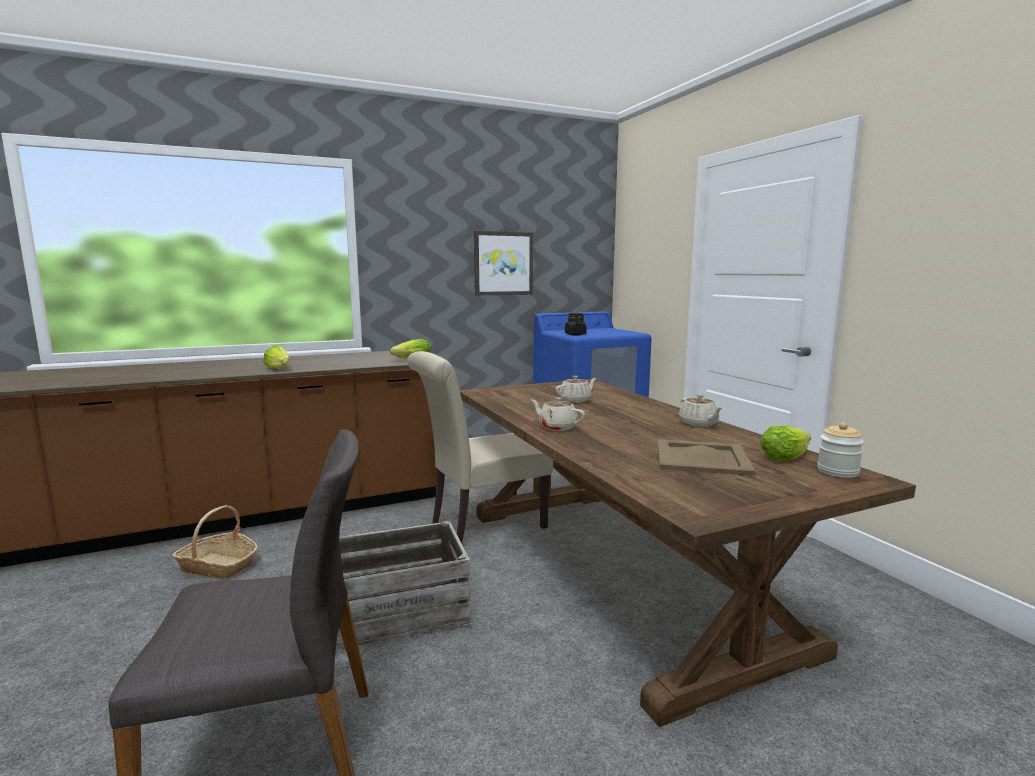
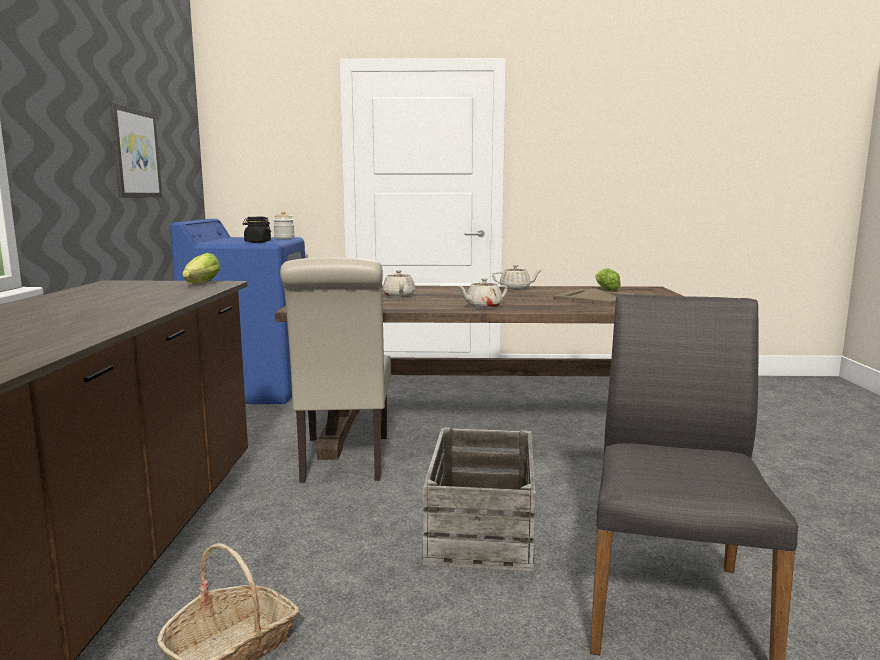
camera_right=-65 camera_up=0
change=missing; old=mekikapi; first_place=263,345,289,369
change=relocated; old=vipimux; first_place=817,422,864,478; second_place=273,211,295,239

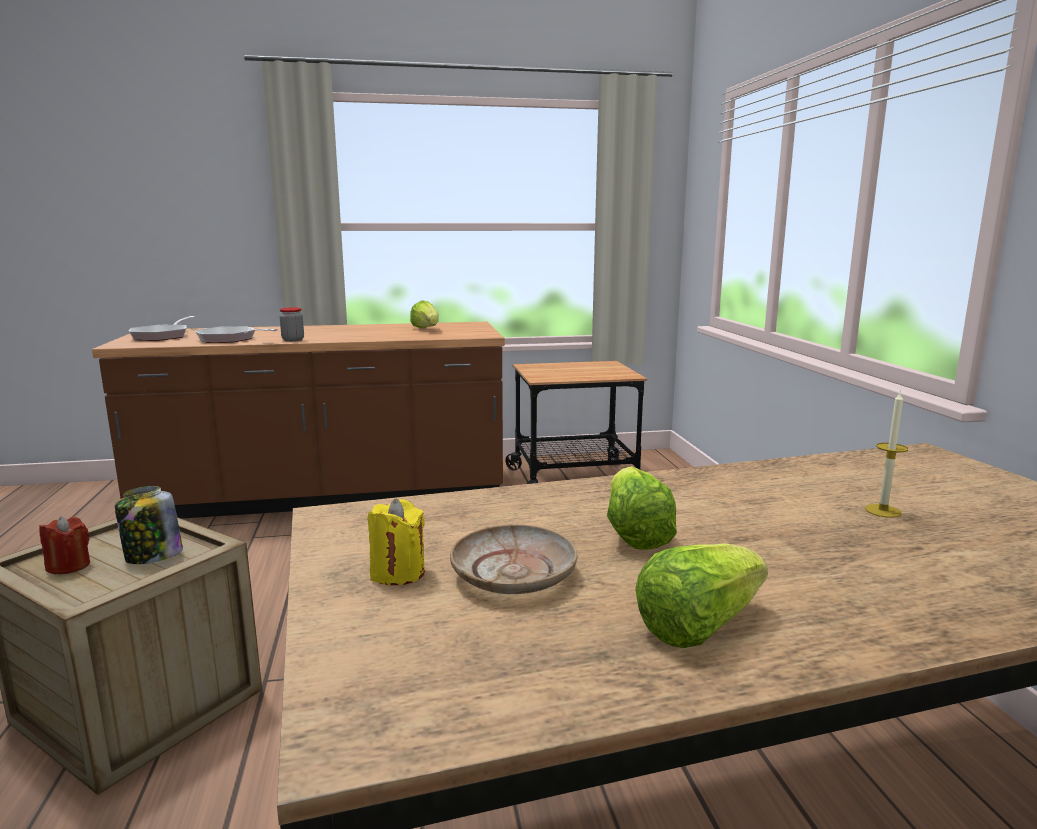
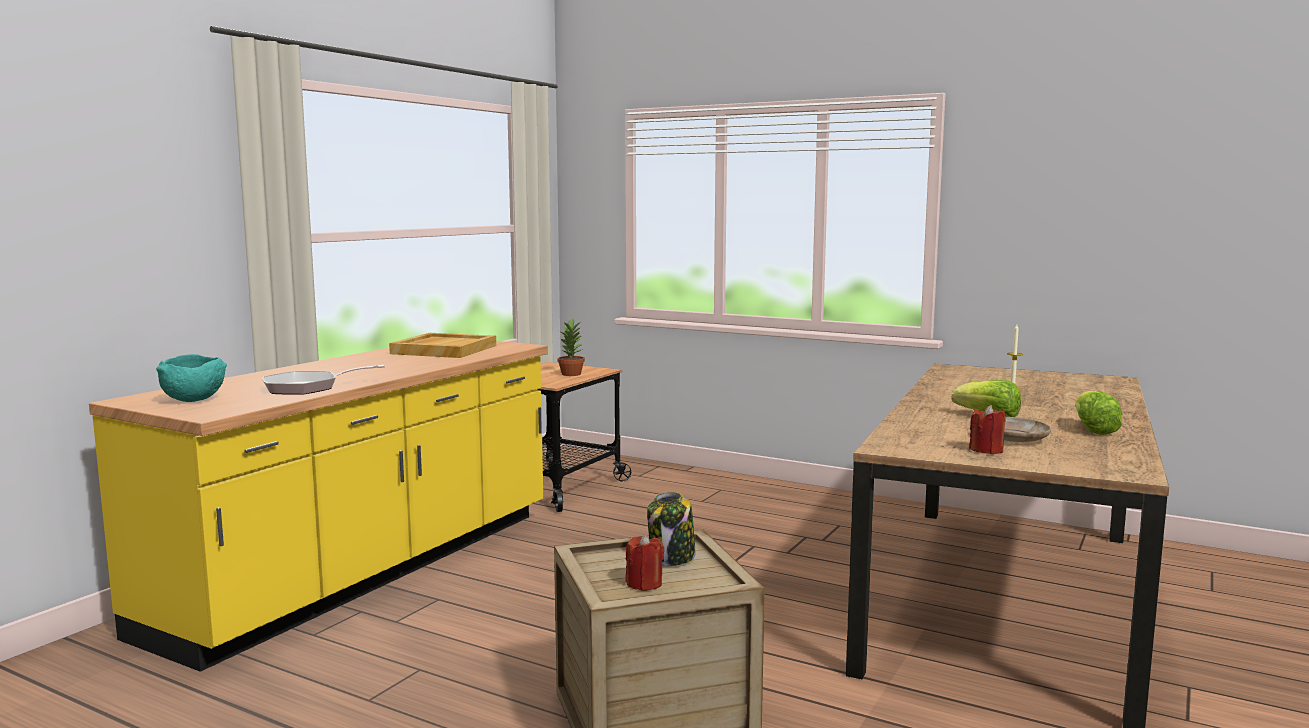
camera_right=-50 camera_up=-5
change=colour; old=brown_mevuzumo; new=yellow_mevuzumo; first_place=92,322,505,519; second_place=89,341,548,672
change=exchanged; old=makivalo; new=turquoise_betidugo; first_place=129,316,195,341; second_place=156,354,227,402
change=missing; old=vipimux; first_place=279,307,304,342
change=colour; old=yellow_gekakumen; new=red_gekakumen; first_place=367,498,425,586; second_place=969,405,1006,454
change=exchanged; old=mekikapi; new=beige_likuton; first_place=410,300,439,328; second_place=389,333,496,358
change=appeared; new=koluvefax; second_place=558,318,585,376

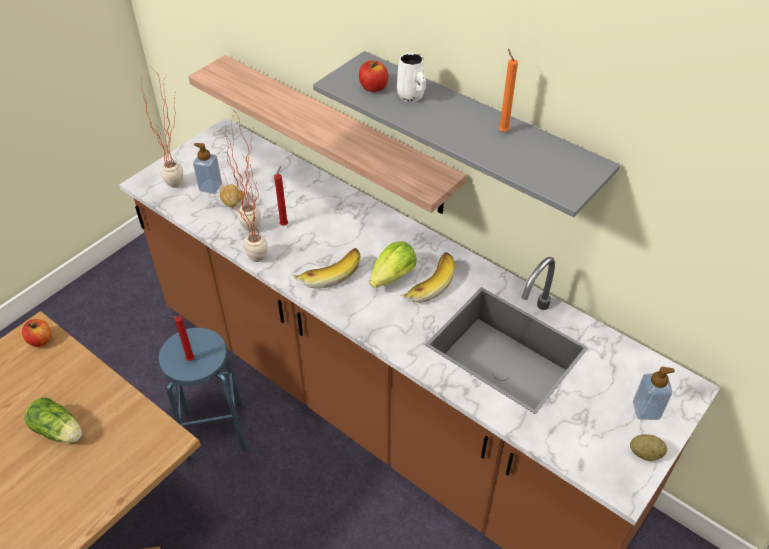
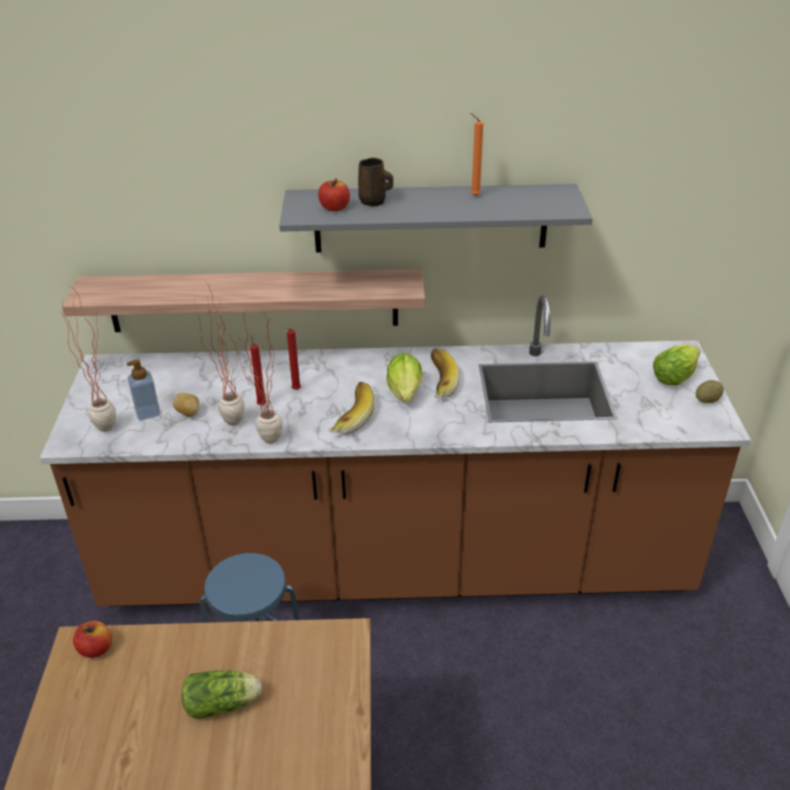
camera_right=-40 camera_up=-10
change=relocated; old=red_gekakumen; first_place=170,316,194,361; second_place=287,328,301,390
change=colour; old=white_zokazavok; new=brown_zokazavok; first_place=397,53,426,102; second_place=358,158,393,206
change=exchanged; old=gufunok; new=mekikapi; first_place=633,367,675,420; second_place=653,344,700,385

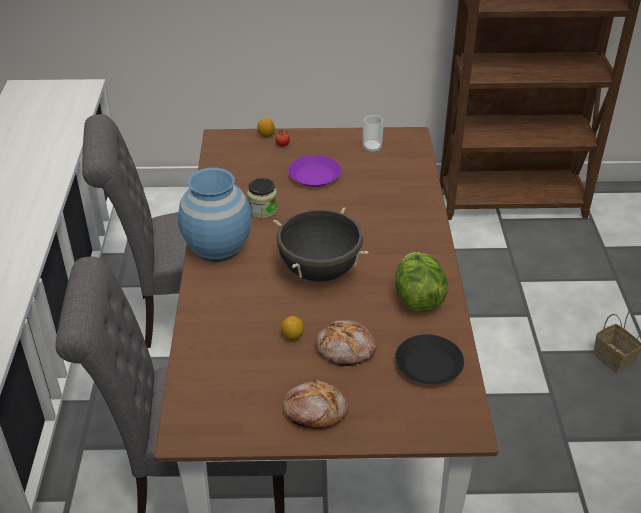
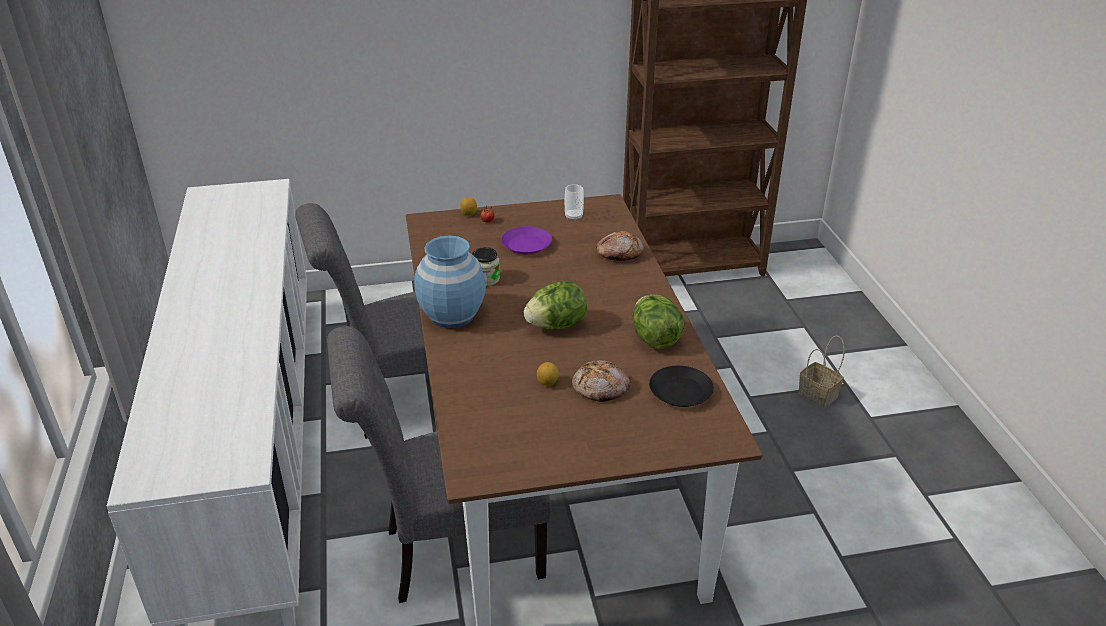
camera_right=-10 camera_up=-5
change=exchanged; old=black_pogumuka; new=mekikapi; first_place=273,207,369,282; second_place=524,281,587,329
change=relocated; old=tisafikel; first_place=282,380,348,429; second_place=596,231,644,261

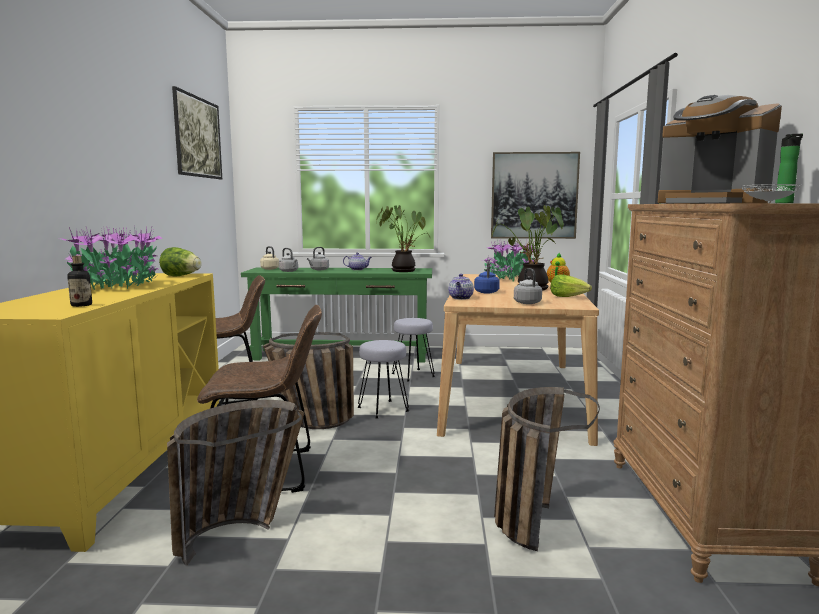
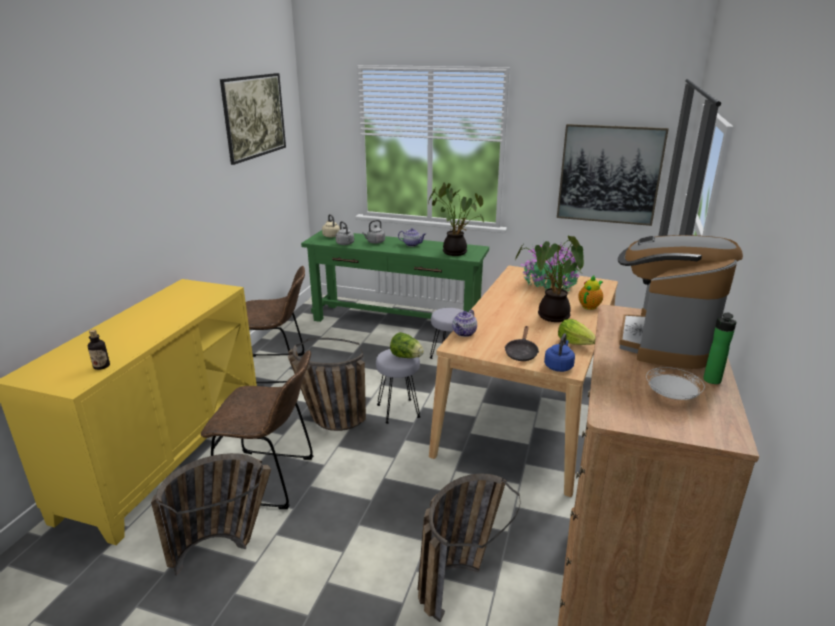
camera_right=15 camera_up=15
change=missing; old=koluvefax; first_place=59,225,162,290
change=relocated; old=mekikapi; first_place=159,247,202,277; second_place=390,332,424,358
change=relocated; old=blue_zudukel; first_place=474,261,500,293; second_place=544,333,575,372
change=exchanged; old=grey_zudukel; new=black_makivalo; first_place=514,268,542,304; second_place=505,326,539,361
change=spun; old=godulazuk; first_place=658,95,782,204; second_place=618,235,743,369; degrees=45

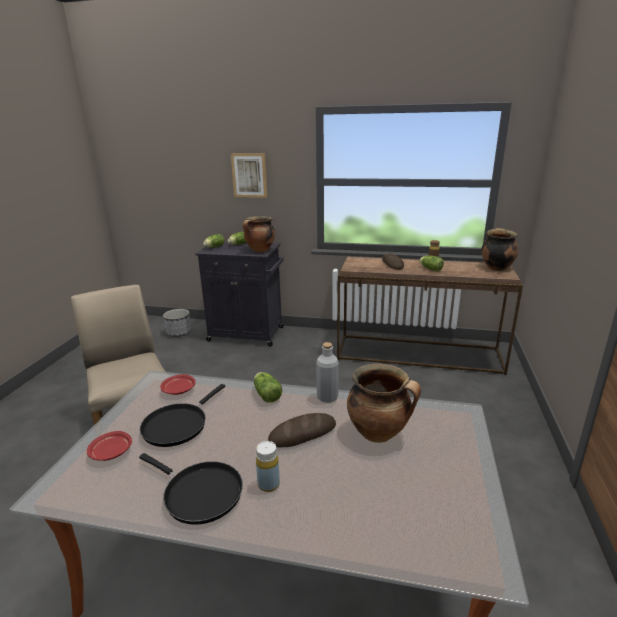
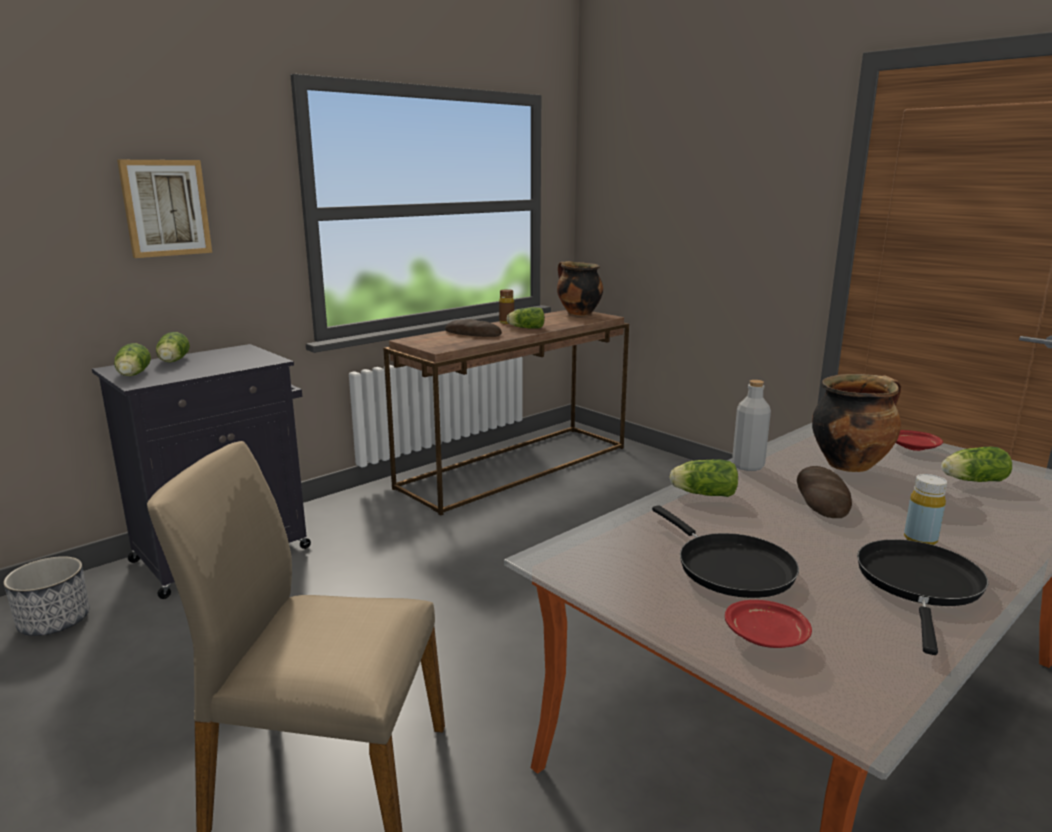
camera_right=-55 camera_up=-5
change=spun; old=black_makivalo; first_place=139,453,243,525; second_place=857,539,988,655; degrees=-45
change=relocated; old=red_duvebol; first_place=160,374,196,395; second_place=896,430,943,451
change=missing; old=pogumuka; first_place=243,216,275,252
change=appeared; new=mekikapi; second_place=941,447,1012,482

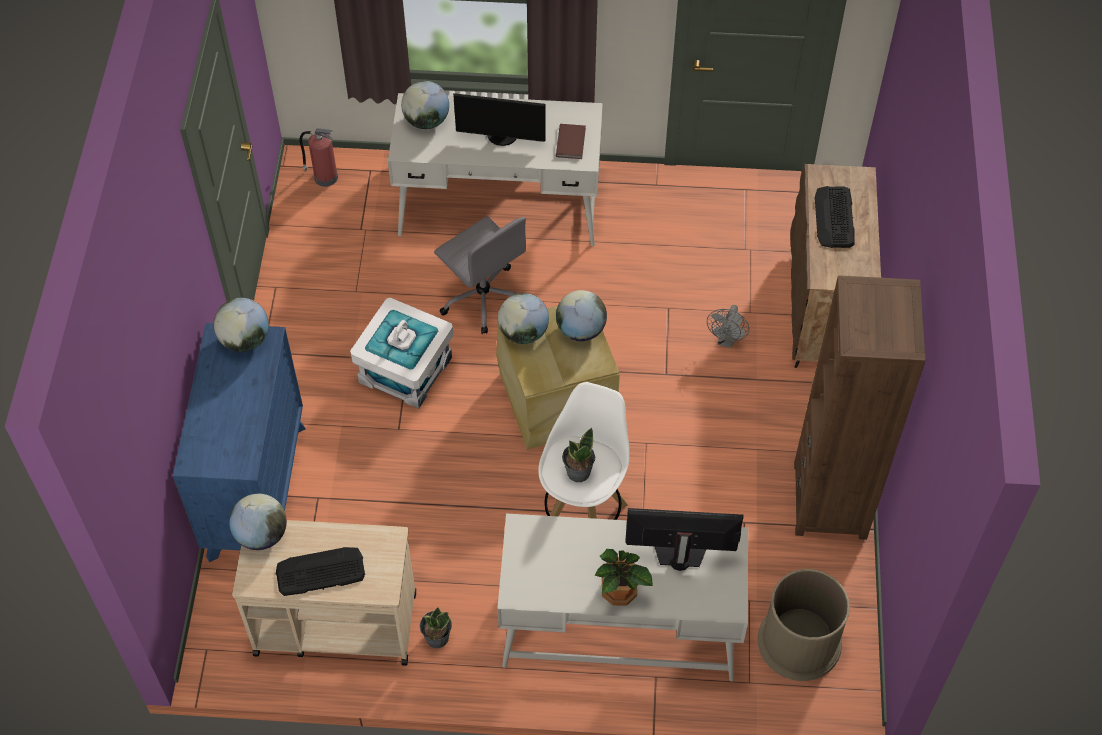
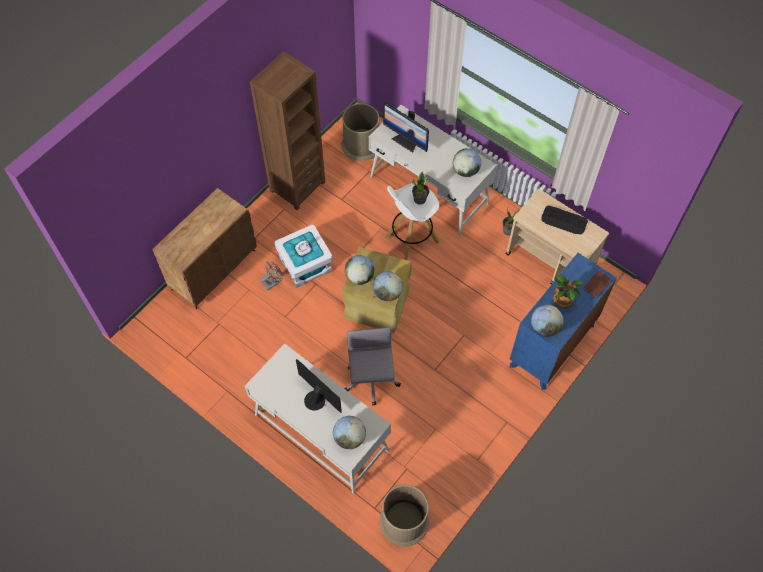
camera_right=-145 camera_up=5
change=relocated; old=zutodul; first_place=229,494,287,550; second_place=453,148,481,177
change=exchanged; old=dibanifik; new=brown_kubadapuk; first_place=300,128,338,187; second_place=380,485,429,547
change=relocated; old=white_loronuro; first_place=350,298,454,409; second_place=275,225,333,288
change=relocated; old=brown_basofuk; first_place=556,124,586,159; second_place=583,270,612,298
change=relocated; old=koluvefax; first_place=594,549,653,605; second_place=553,275,583,308
change=missing; old=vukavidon; first_place=814,186,855,248

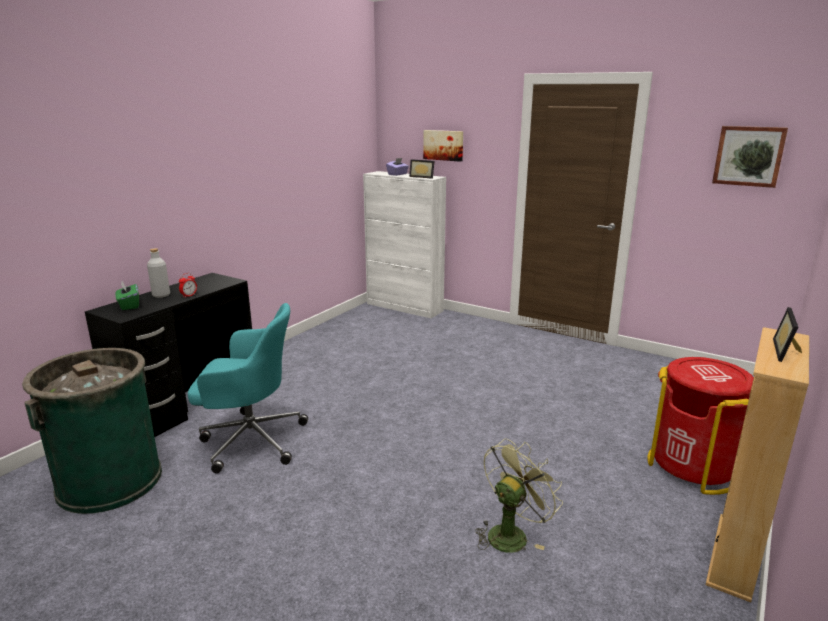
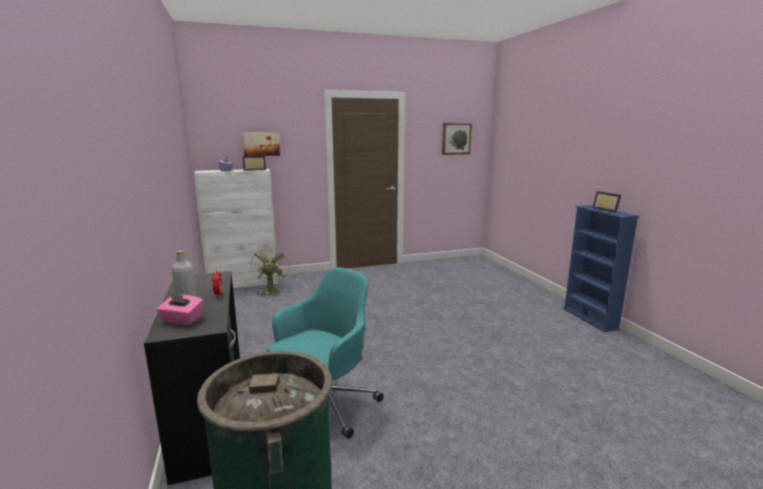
camera_right=-50 camera_up=-5
change=colour; old=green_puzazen; new=pink_puzazen; first_place=115,281,139,310; second_place=157,293,204,325
change=relocated; old=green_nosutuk; first_place=475,438,563,553; second_place=251,247,290,298
change=missing; old=red_kubadapuk; first_place=647,357,754,495
change=colour; old=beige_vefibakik; new=blue_vefibakik; first_place=706,327,809,602; second_place=563,205,639,332

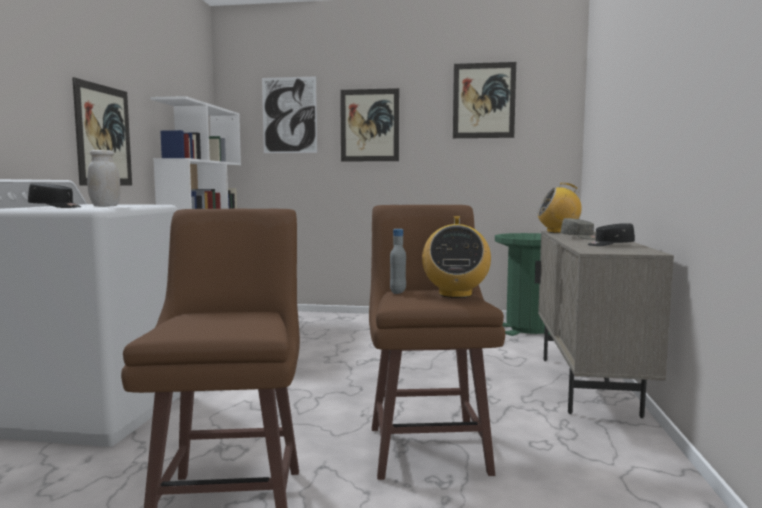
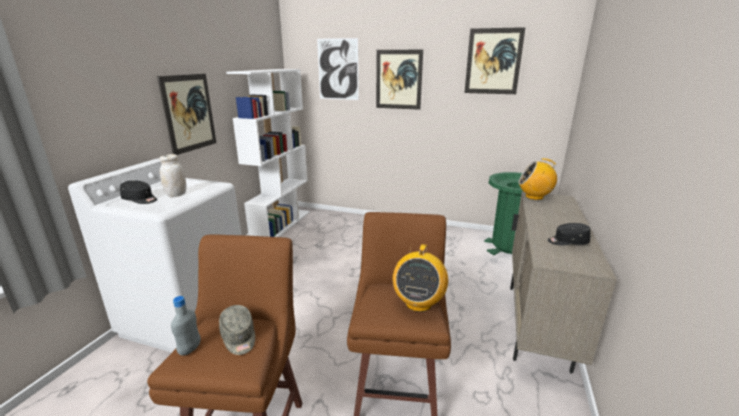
camera_right=10 camera_up=15
change=relocated; old=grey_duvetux; first_place=390,229,406,294; second_place=171,296,201,356
change=relocated; old=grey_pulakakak; first_place=561,218,596,240; second_place=219,305,255,355

